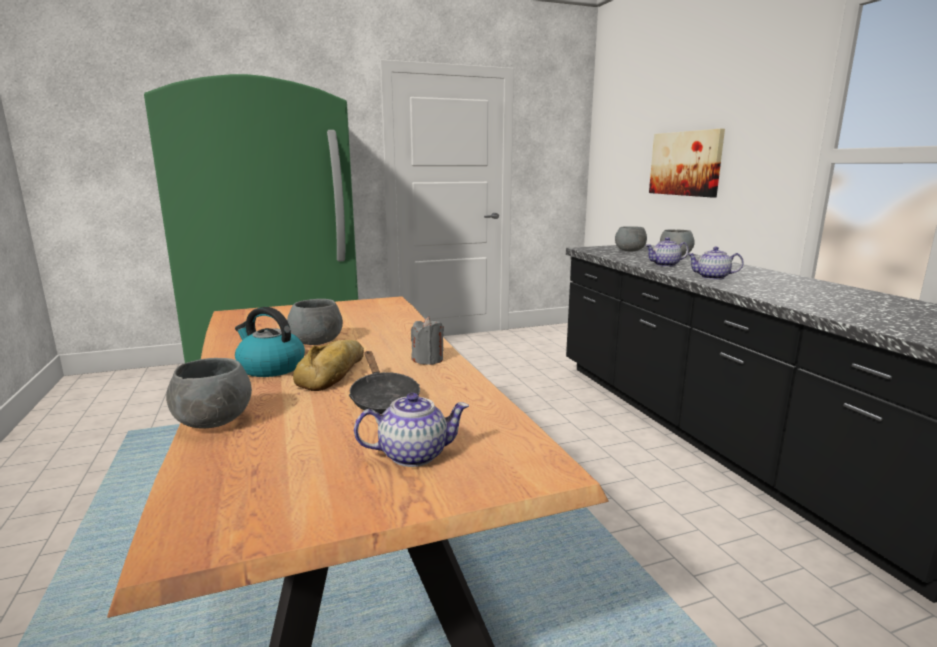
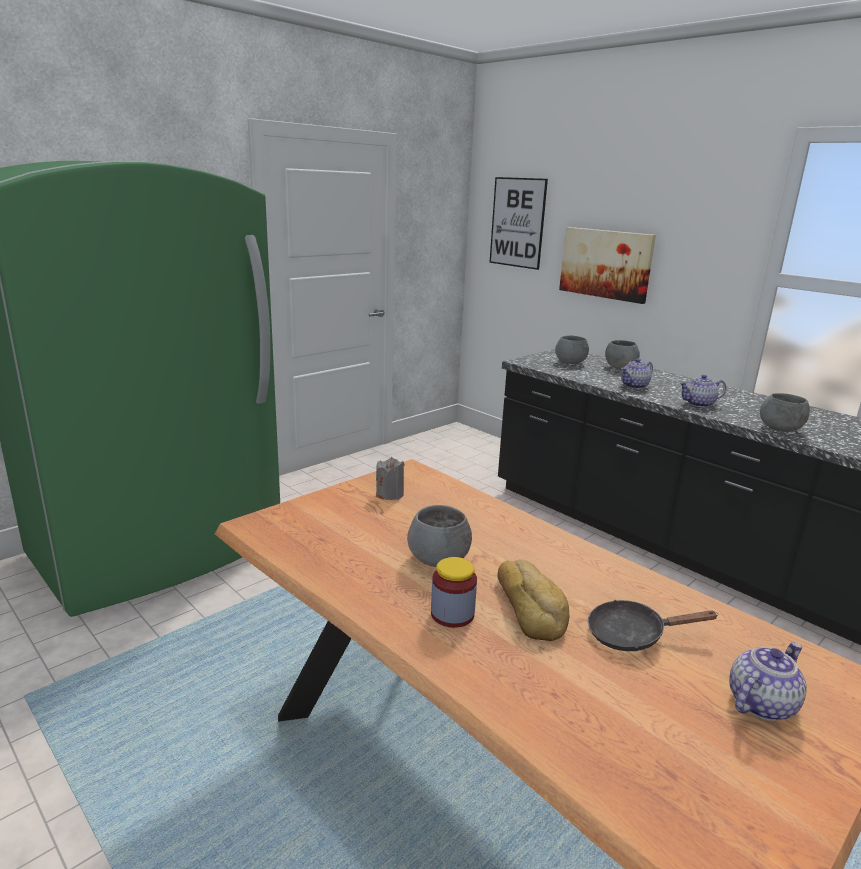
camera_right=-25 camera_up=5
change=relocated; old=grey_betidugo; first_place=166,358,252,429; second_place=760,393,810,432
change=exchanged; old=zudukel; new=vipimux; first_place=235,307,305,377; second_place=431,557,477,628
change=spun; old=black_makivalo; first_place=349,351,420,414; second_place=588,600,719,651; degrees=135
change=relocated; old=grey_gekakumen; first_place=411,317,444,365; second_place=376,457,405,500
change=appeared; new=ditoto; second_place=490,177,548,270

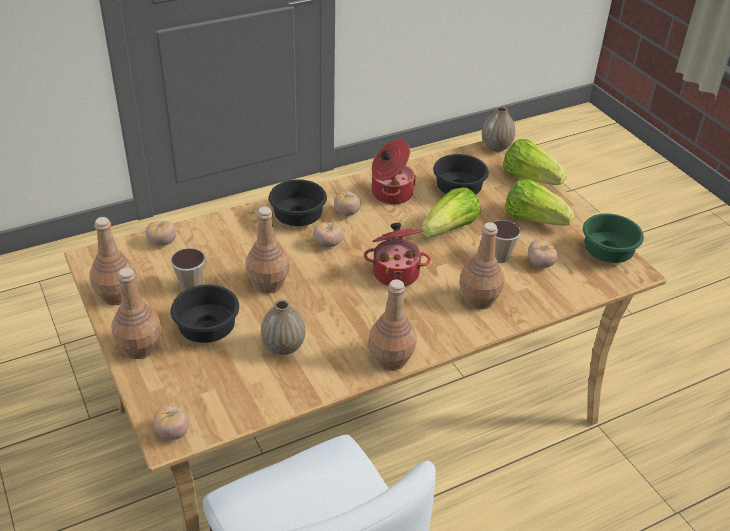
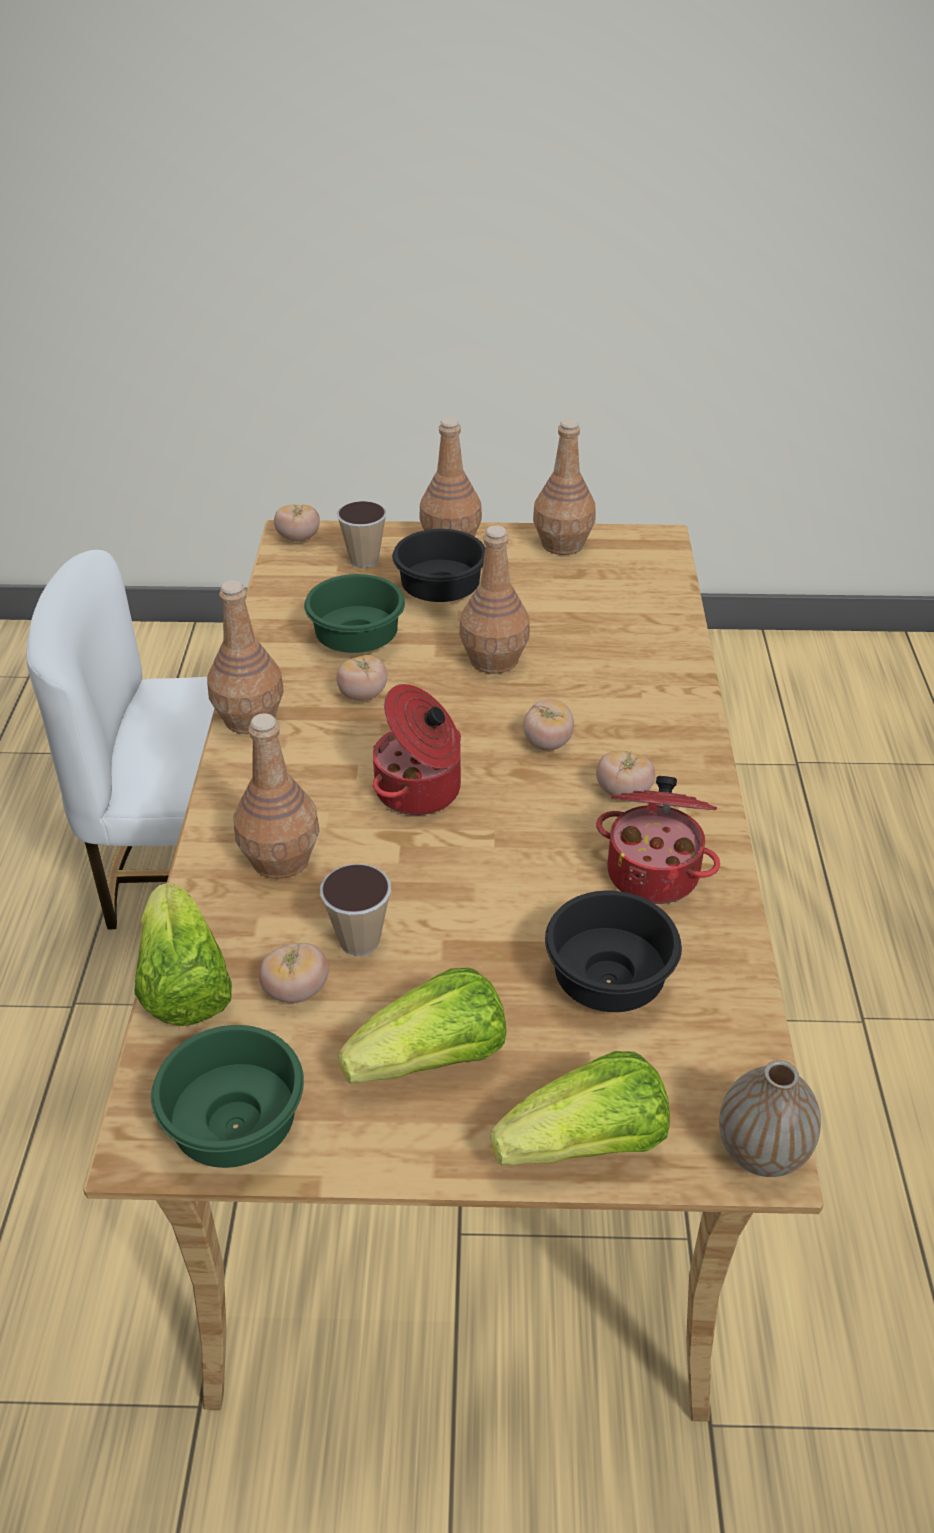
camera_right=120 camera_up=0
change=relocated; old=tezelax; first_place=146,221,177,246; second_place=336,655,387,701
change=relocated; old=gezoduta; first_place=170,248,206,291; second_place=337,501,387,568
change=exchanged; old=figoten; new=green_betidugo; first_place=261,300,305,355; second_place=304,574,405,653
change=missing; old=black_betidugo; first_place=269,179,327,226
change=relocated; old=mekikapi; first_place=421,188,481,238; second_place=134,883,232,1026

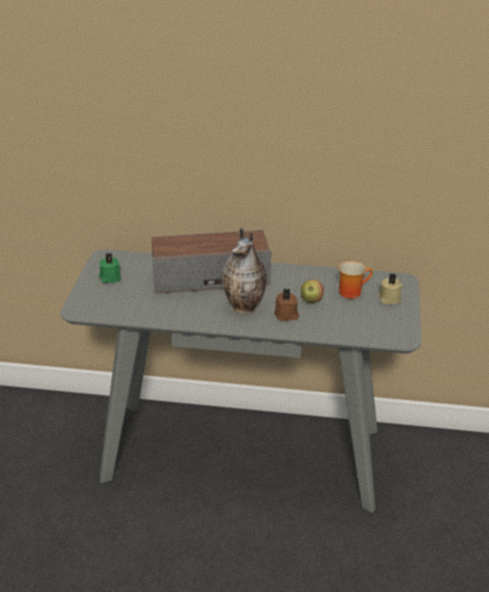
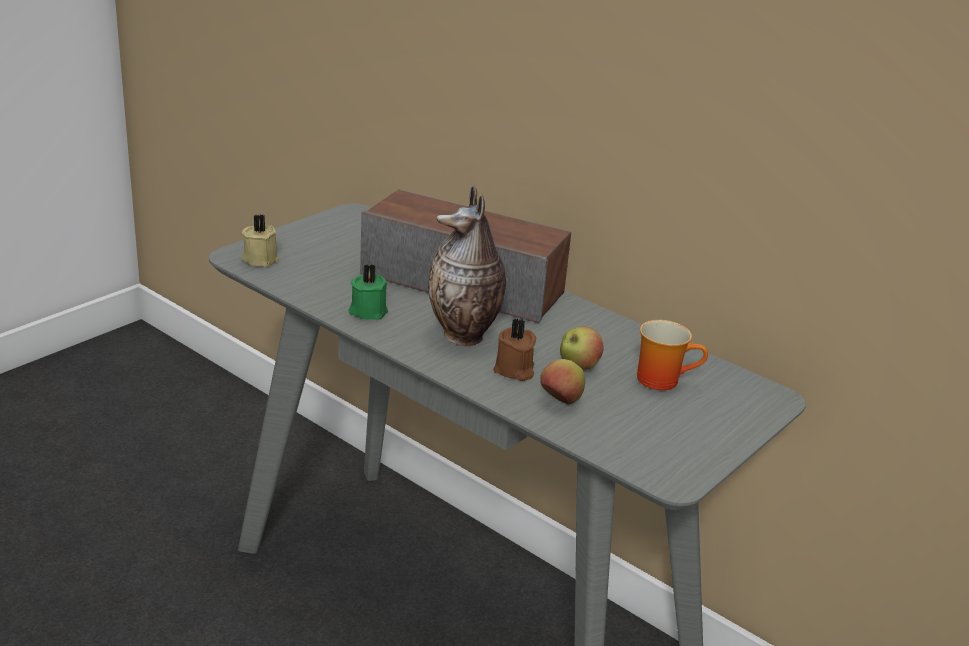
camera_right=30 camera_up=-5
change=relocated; old=green_gekakumen; first_place=99,253,121,283; second_place=348,264,388,320
change=relocated; old=beige_gekakumen; first_place=378,273,402,305; second_place=242,214,279,267
change=appeared; new=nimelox; second_place=540,359,585,405

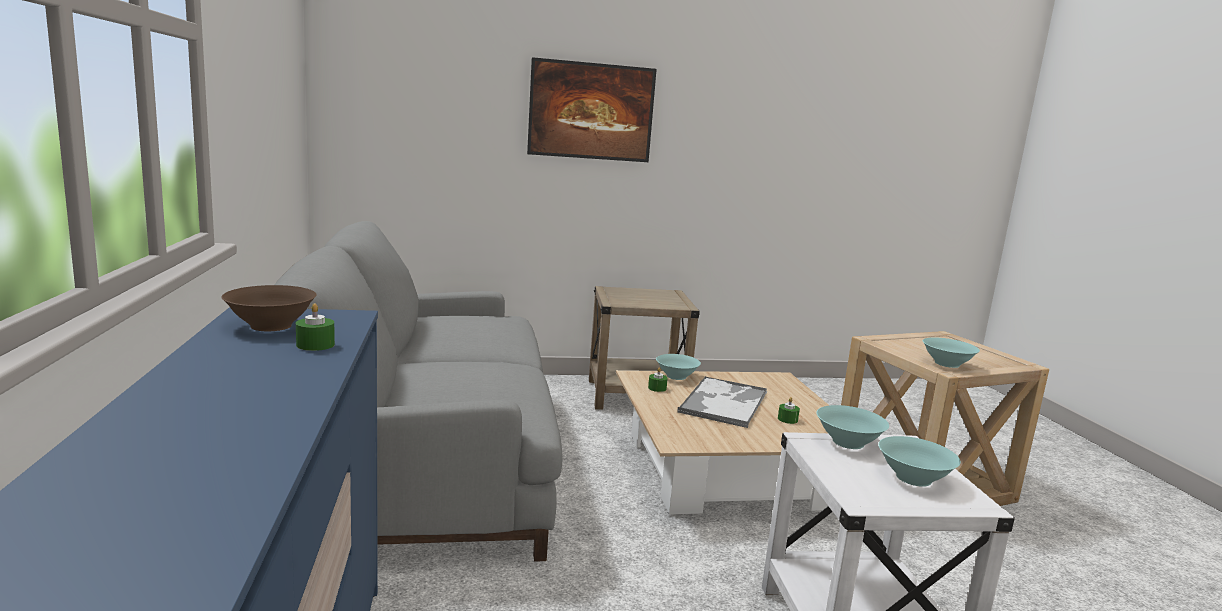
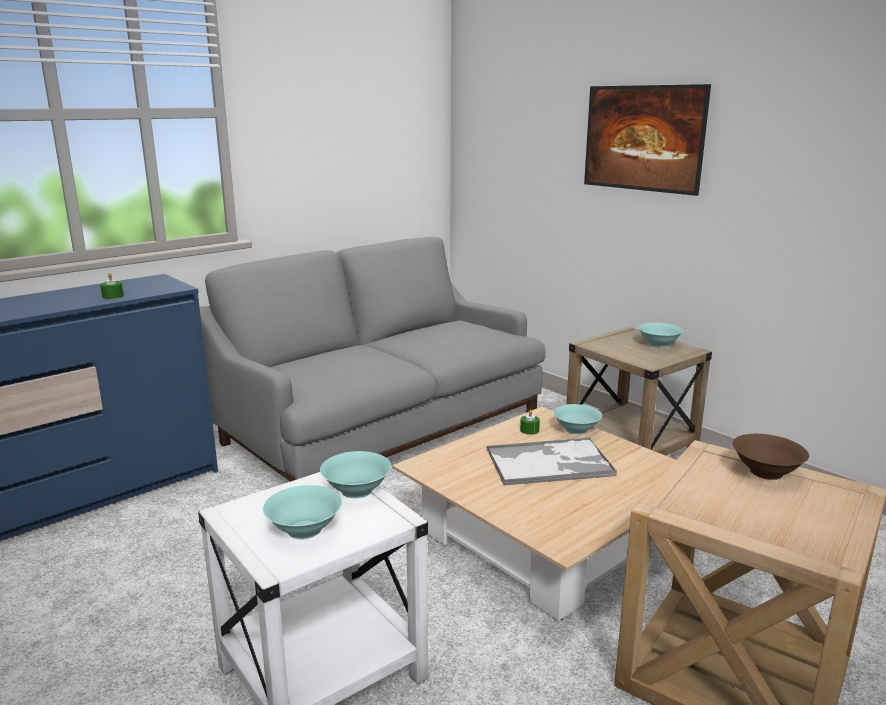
camera_right=60 camera_up=5
change=relocated; old=brown_betidugo; first_place=221,285,317,331; second_place=732,434,809,480
change=missing; old=green_gekakumen; first_place=778,397,800,424
change=relocated; old=turquoise_betidugo; first_place=923,337,980,368; second_place=638,322,684,348

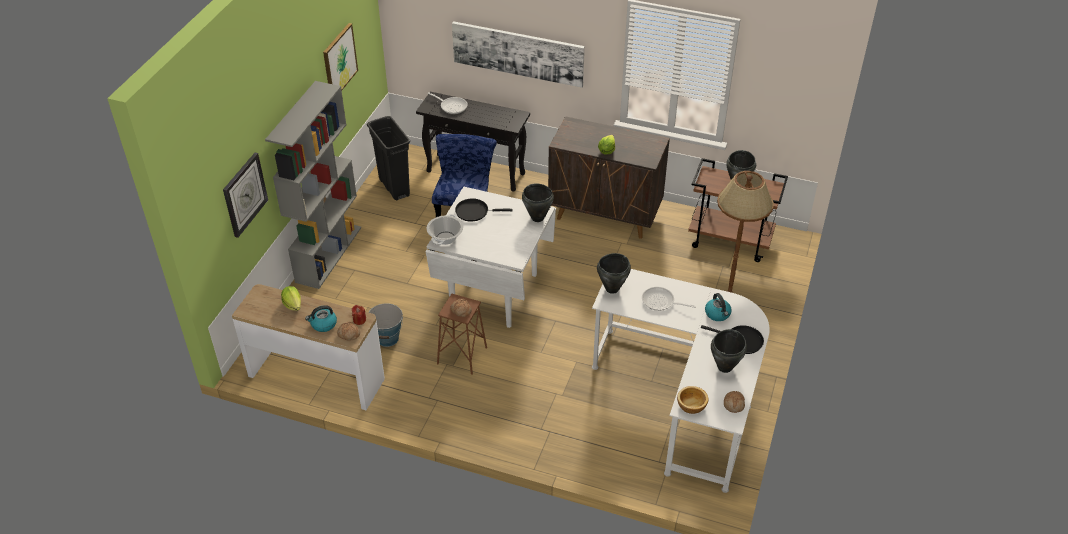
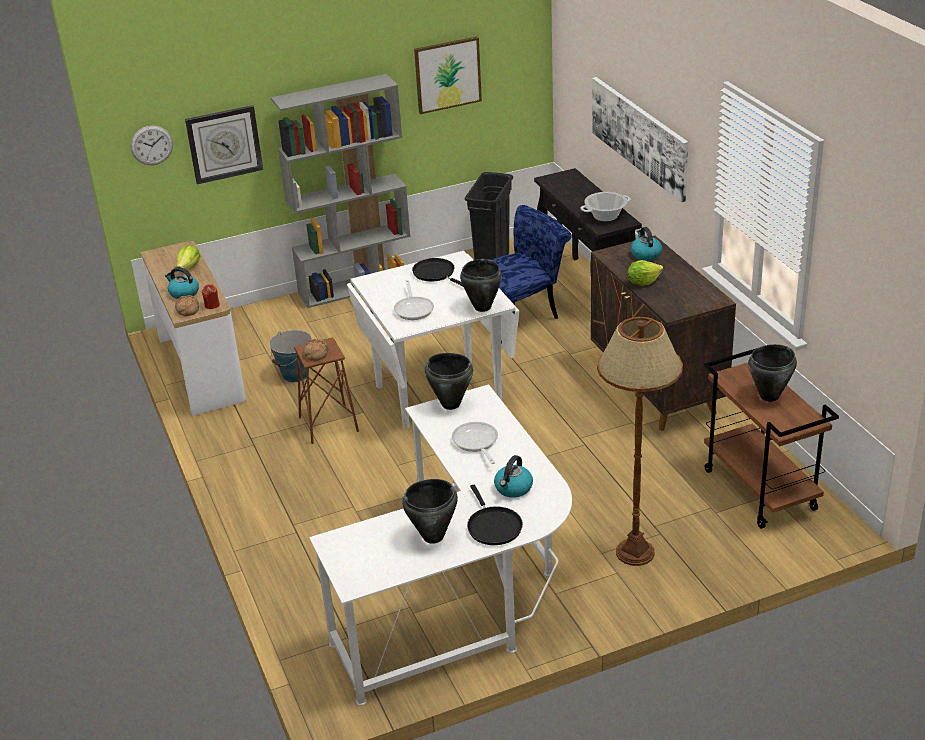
camera_right=50 camera_up=-10
change=relocated; old=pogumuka; first_place=426,214,463,245; second_place=580,192,631,221
change=relocated; old=makivalo; first_place=428,92,468,114; second_place=394,280,434,320
change=missing; old=betidugo; first_place=677,386,708,414
change=missing; old=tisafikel; first_place=724,391,745,413
change=appeared; new=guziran; second_place=131,125,173,165
change=appeared; new=zudukel; second_place=631,227,662,261

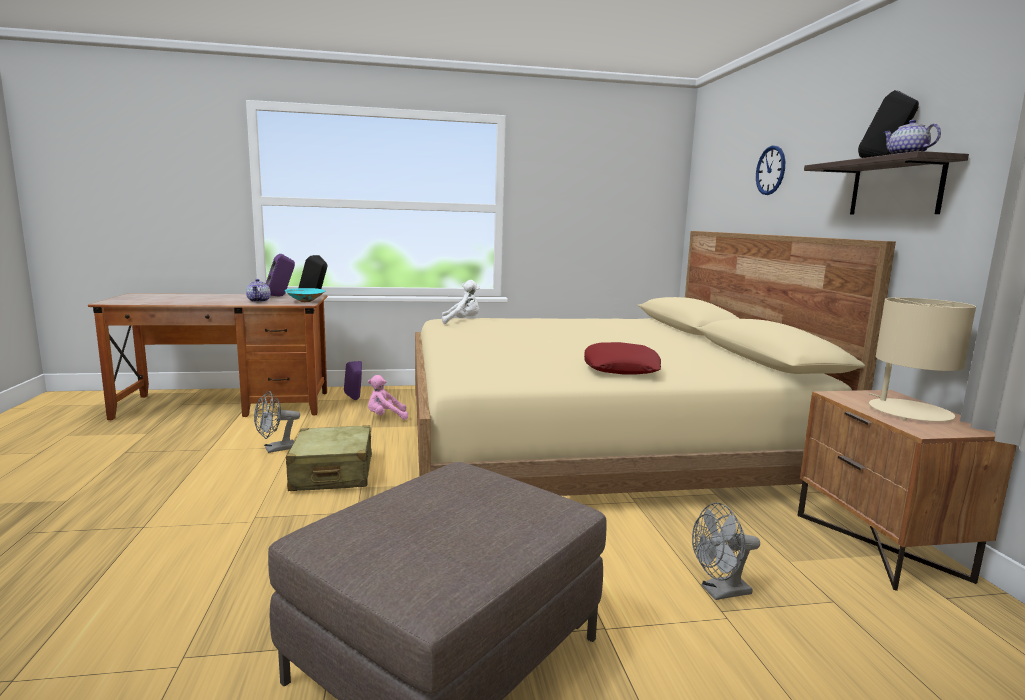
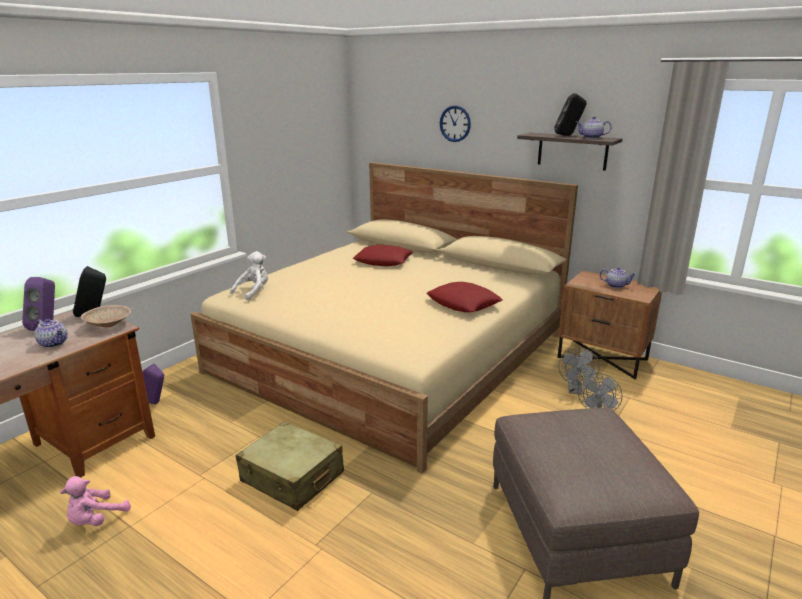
camera_right=-45 camera_up=10
change=relocated; old=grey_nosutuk; first_place=254,391,300,453; second_place=559,348,600,395
change=colour; old=turquoise_betidugo; new=beige_betidugo; first_place=285,288,325,302; second_place=81,305,132,328
change=relocated; old=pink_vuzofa; first_place=368,375,408,420; second_place=60,476,131,526
change=exchanged; old=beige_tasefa; new=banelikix; first_place=869,297,976,422; second_place=600,267,636,288
change=appeared; new=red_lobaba; second_place=353,245,413,266

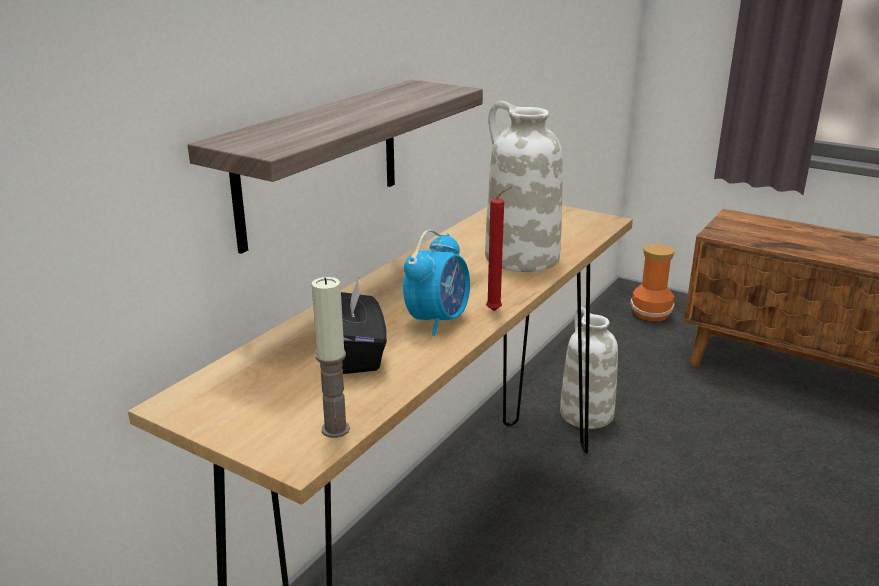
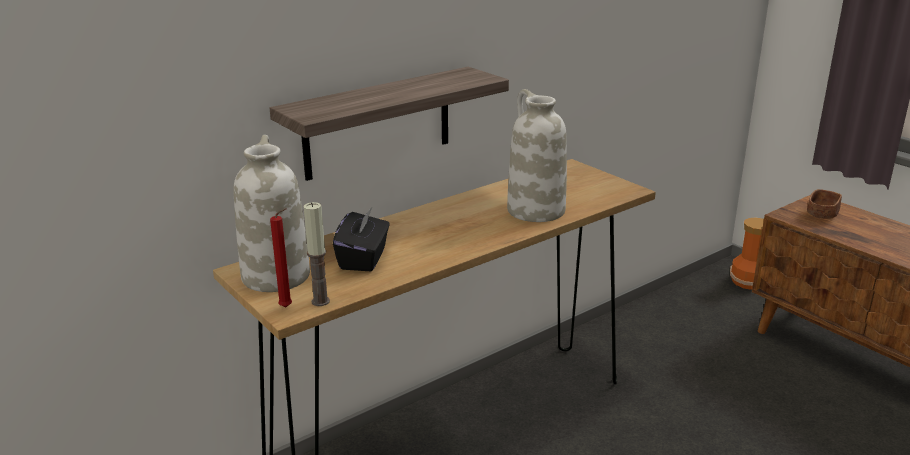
camera_right=20 camera_up=0
change=missing; old=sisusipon; first_place=403,230,470,336
change=relocated; old=red_gekakumen; first_place=486,186,512,311; second_place=270,208,292,307
change=relocated; old=white_figoten; first_place=560,307,618,429; second_place=233,135,310,292
change=appeared; new=brown_betidugo; second_place=807,189,842,219

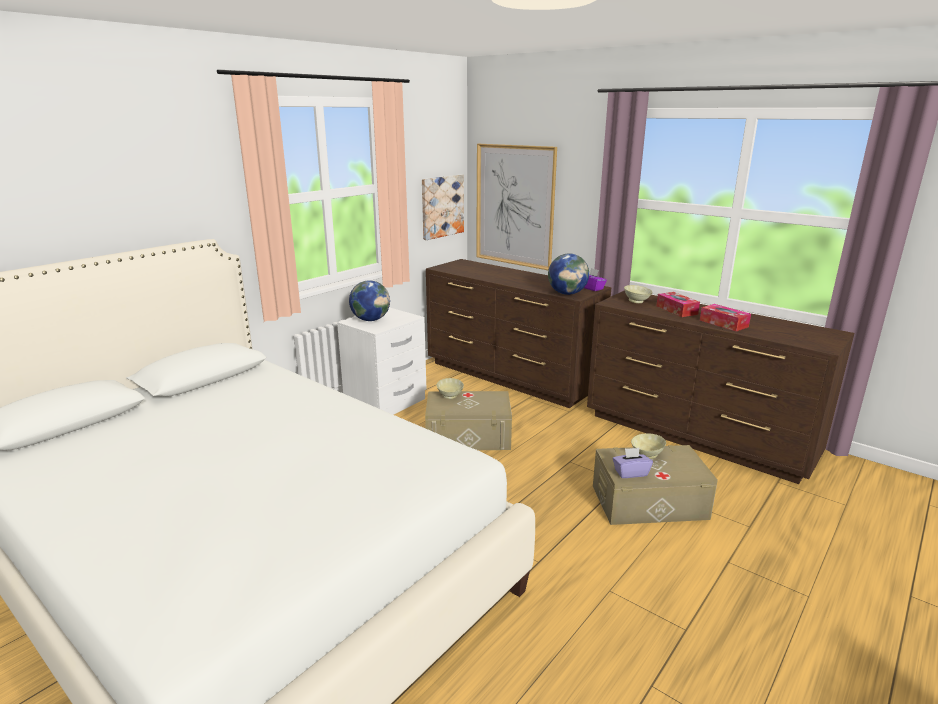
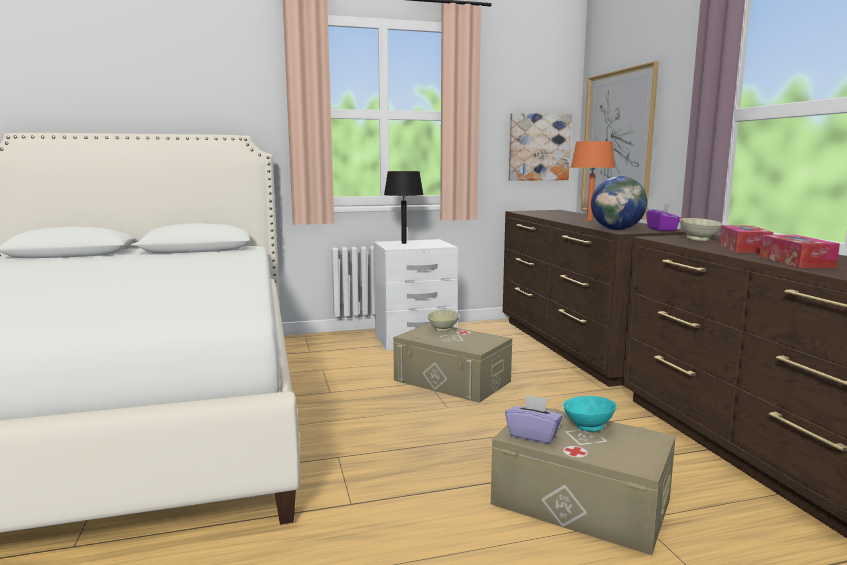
camera_right=35 camera_up=-10
change=exchanged; old=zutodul; new=black_tasefa; first_place=349,280,390,321; second_place=384,171,424,244
change=colour; old=beige_betidugo; new=turquoise_betidugo; first_place=631,433,666,459; second_place=563,396,617,432
change=appeared; new=orange_tasefa; second_place=570,141,615,221

